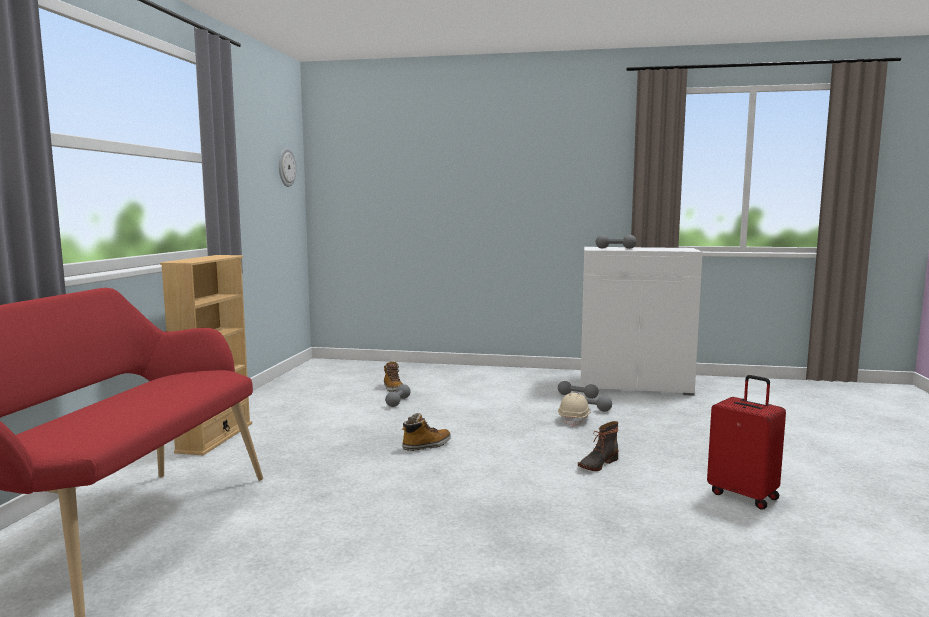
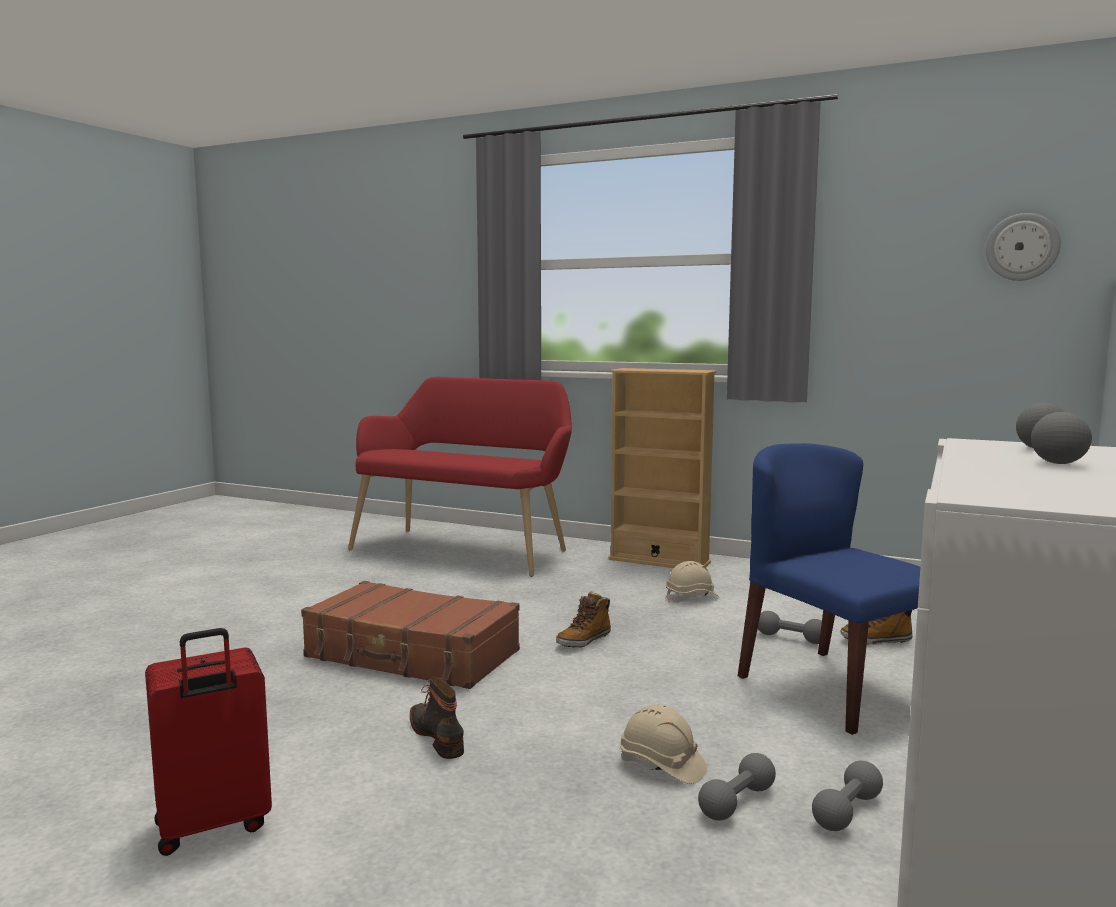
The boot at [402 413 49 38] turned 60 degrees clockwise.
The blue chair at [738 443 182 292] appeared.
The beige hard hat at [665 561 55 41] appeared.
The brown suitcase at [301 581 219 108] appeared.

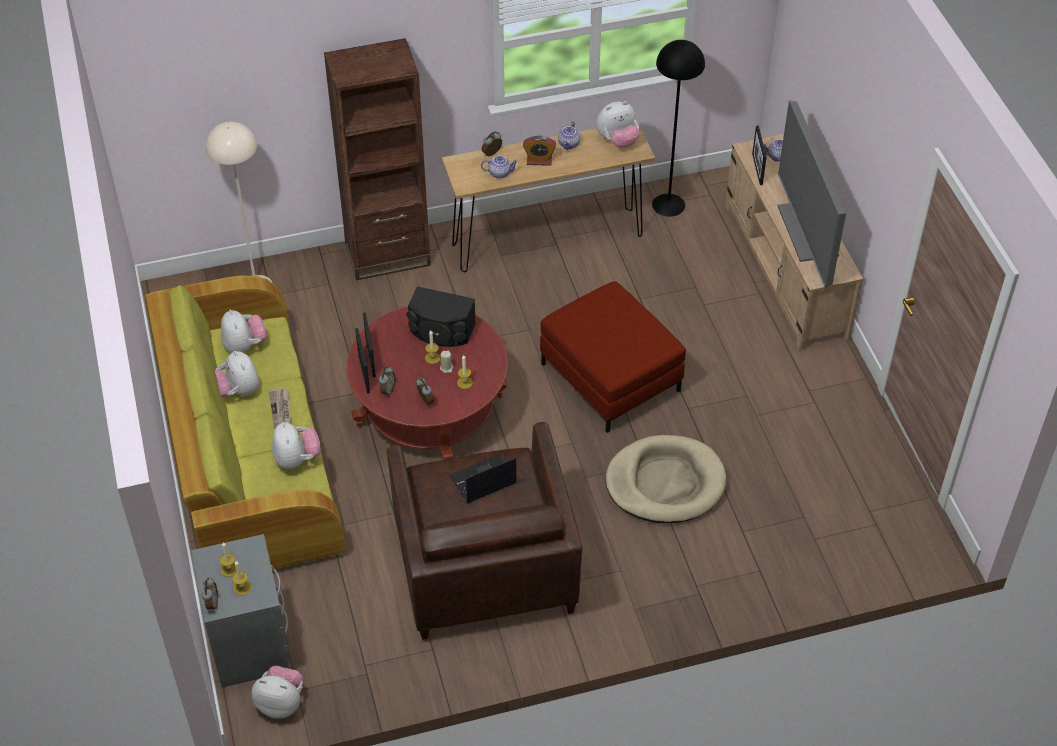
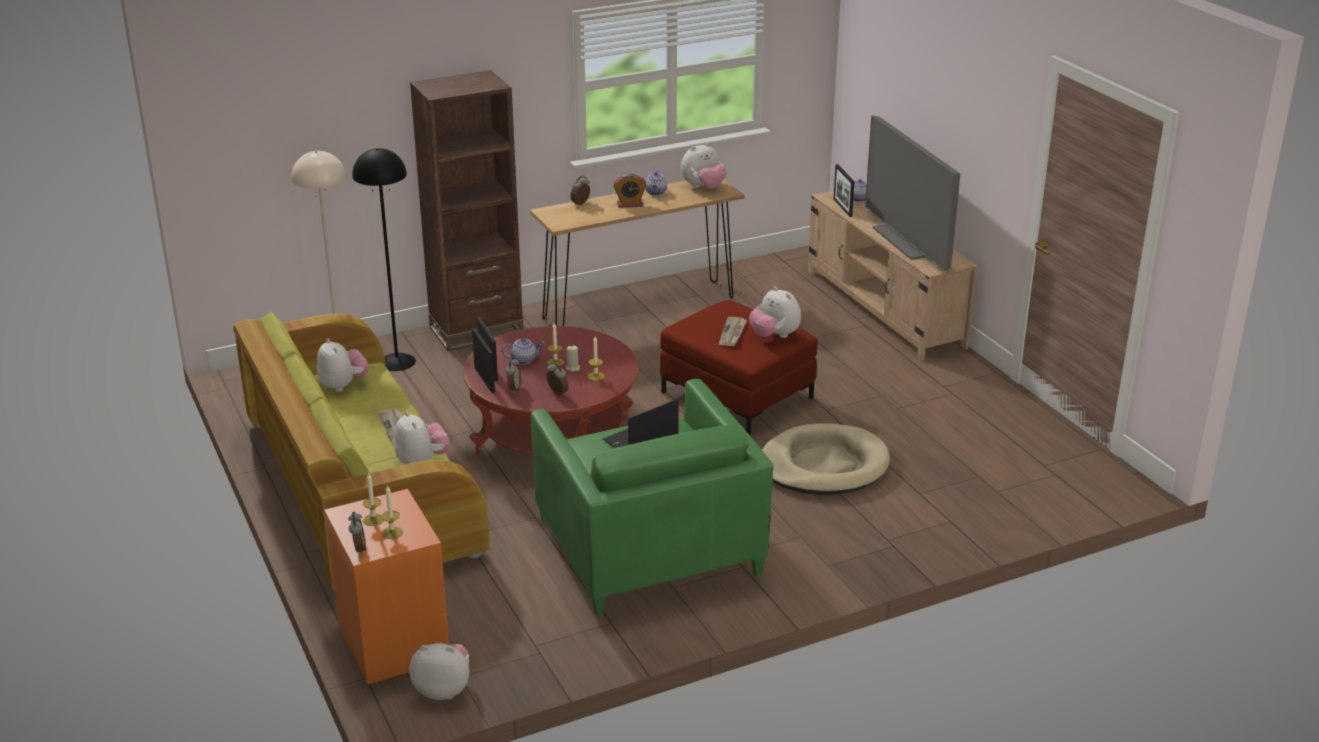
The black floor lamp moved from [652 40 53 177] to [352 148 64 223].
The teapot moved from [481 155 38 24] to [502 338 43 27].
The black speaker at [407 286 69 61] disappeared.
The plush toy moved from [215 351 44 46] to [749 286 52 52].
The brown armchair at [387 422 195 218] became the green armchair at [531 379 242 237].
The grey nightstand at [191 534 100 154] became the orange nightstand at [324 489 125 195].
The newspaper at [719 317 28 29] appeared.

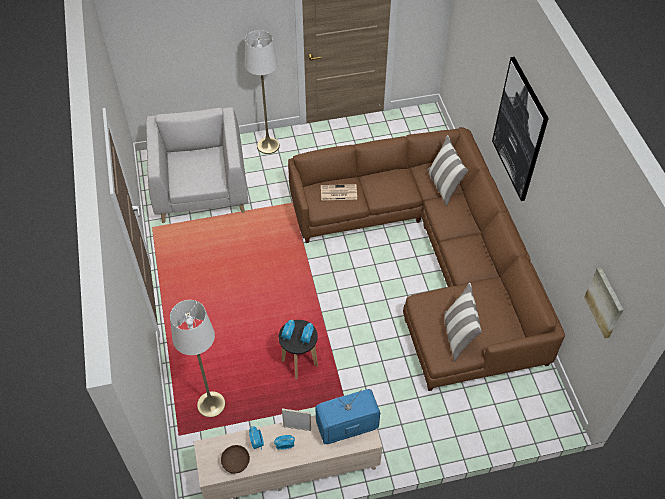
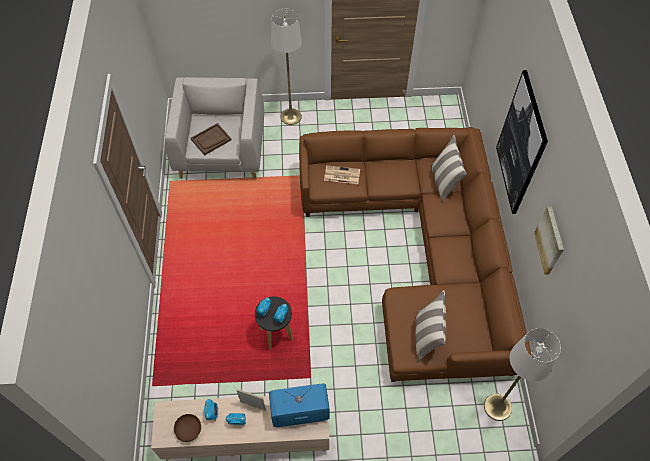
The picture moved from [584 268 40 70] to [534 206 30 69].
The white floor lamp moved from [170 300 55 117] to [484 328 77 93].
The brown tray at [191 123 40 32] appeared.

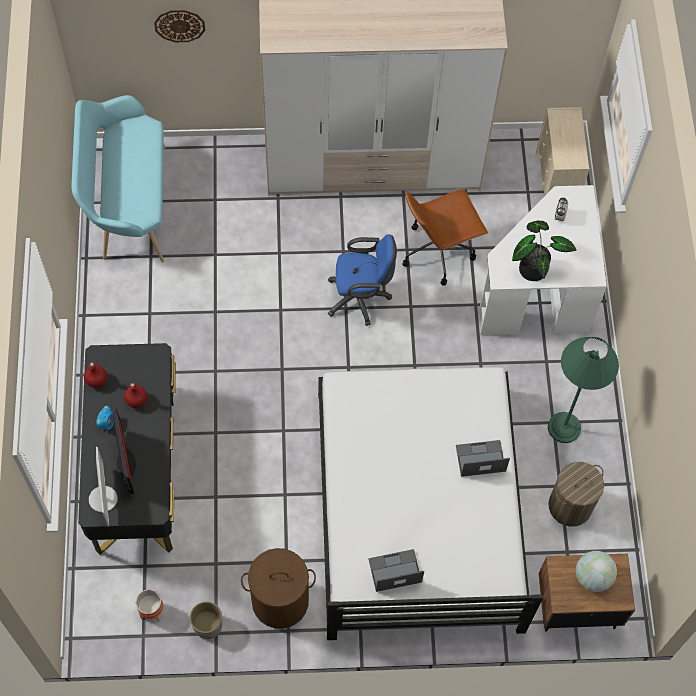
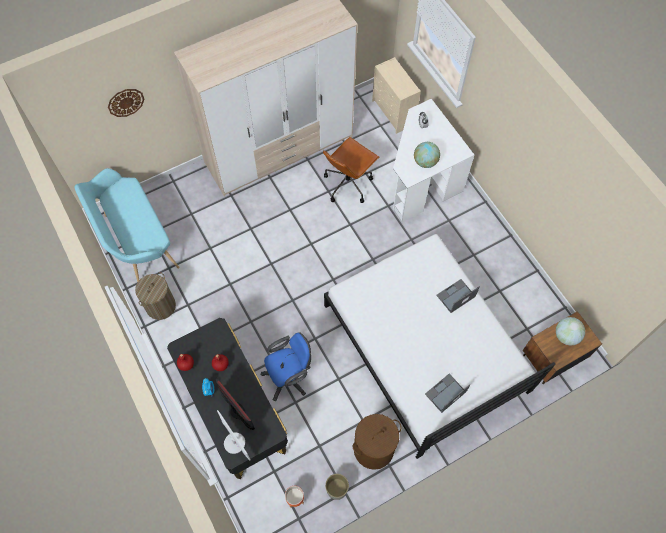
The potted plant at [512 220 64 61] was replaced by the globe at [414 142 26 26].
The blue office chair moved from [328 234 69 92] to [261 332 50 69].
The green floor lamp at [548 337 71 106] disappeared.
The laundry basket moved from [548 462 56 65] to [135 272 41 48].

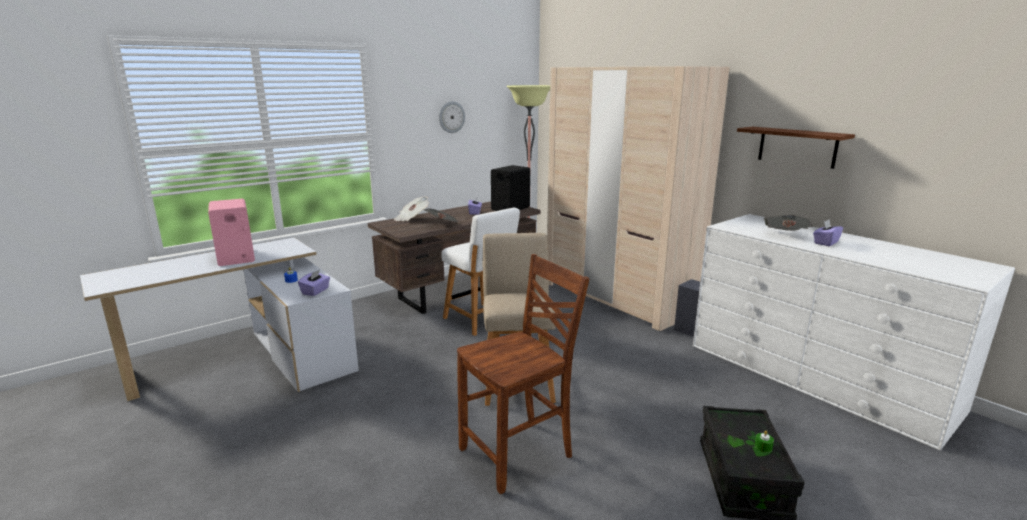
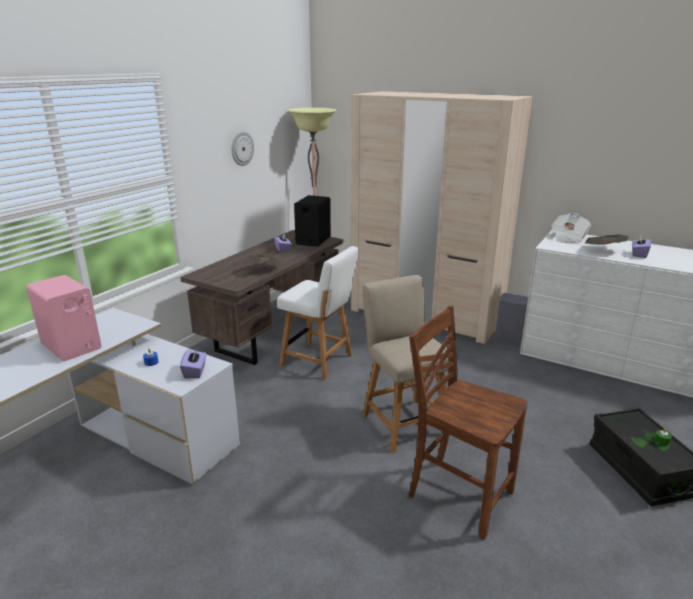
The brown shelf at [737 127 118 42] disappeared.
The newspaper moved from [394 196 35 25] to [551 213 40 30].
The brown chair at [457 254 133 240] turned 90 degrees counterclockwise.

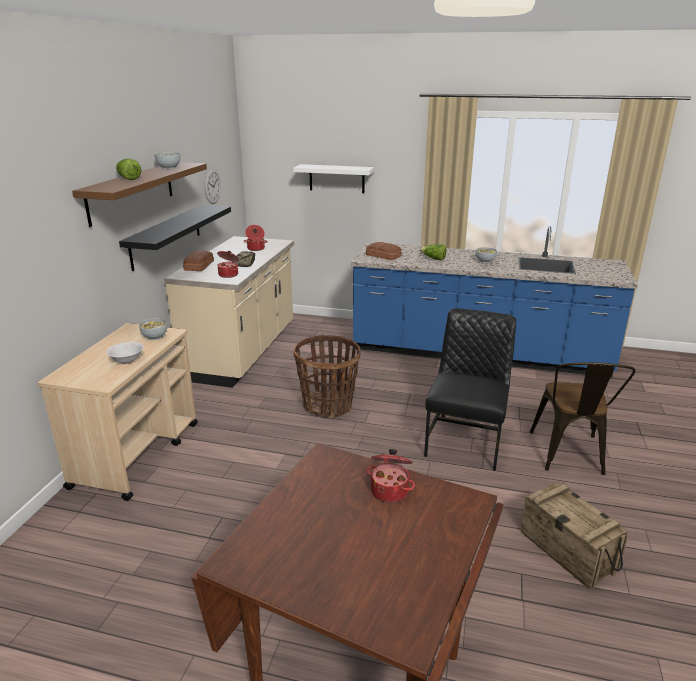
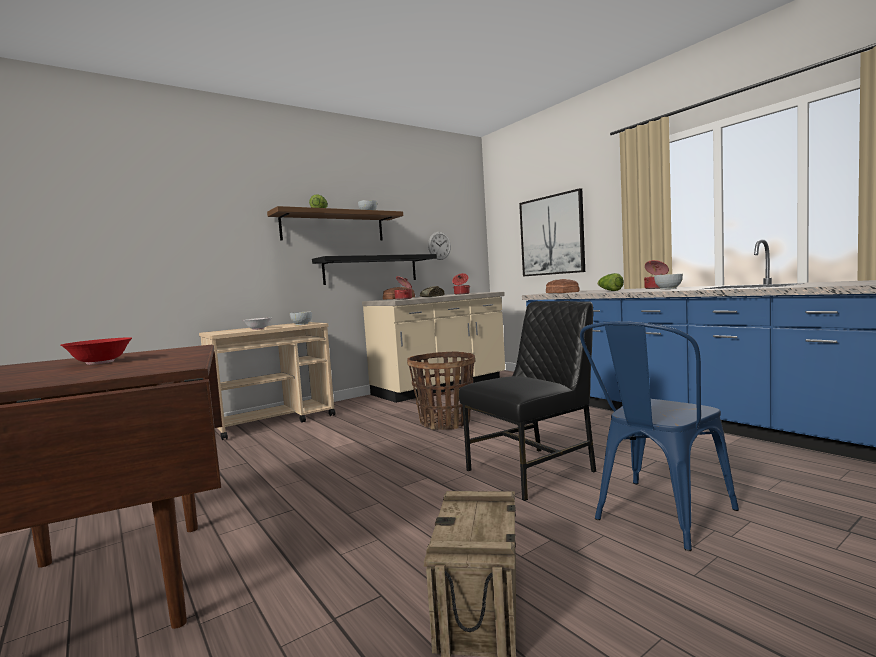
The white shelf at [293 164 81 29] was replaced by the picture at [519 188 66 88].
The brown chair at [530 363 106 112] became the blue chair at [580 321 159 230].
The cooking pot moved from [367 449 48 54] to [644 260 25 29].
The red bowl at [61 337 71 28] appeared.

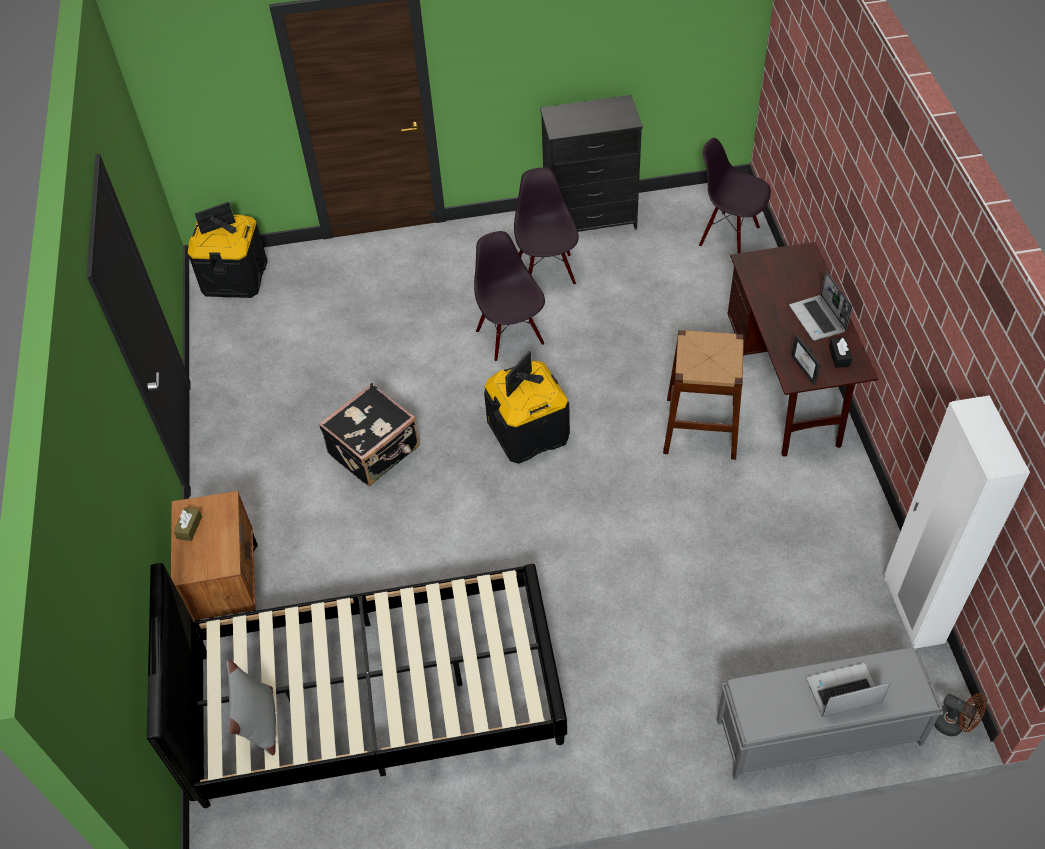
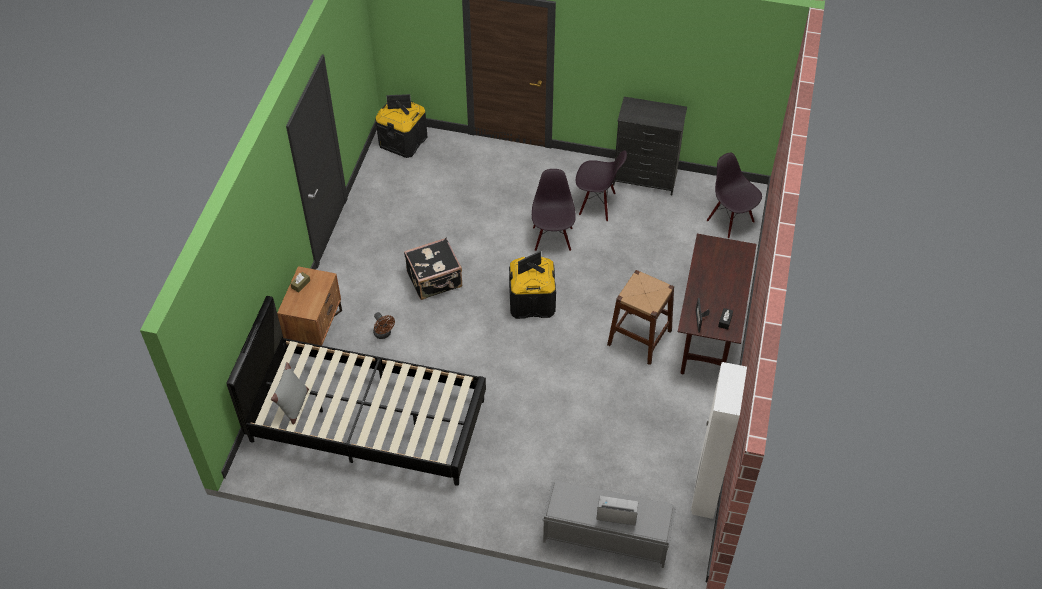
The black chair at [514 167 65 118] turned 90 degrees clockwise.
The laptop at [789 271 63 70] disappeared.
The brown fan moved from [934 693 52 43] to [373 312 22 27].

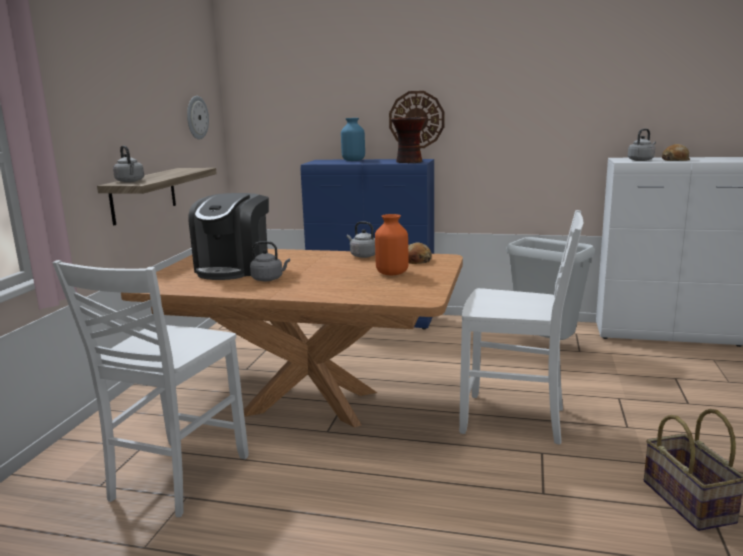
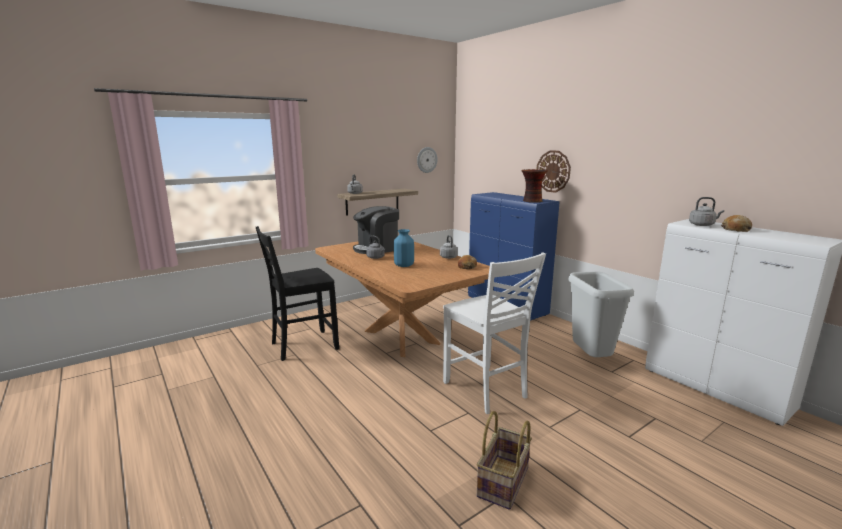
The blue vase moved from [341 118 24 43] to [394 229 20 38].
The orange vase at [375 214 33 61] disappeared.
The white chair at [52 260 197 257] became the black chair at [256 226 83 135].

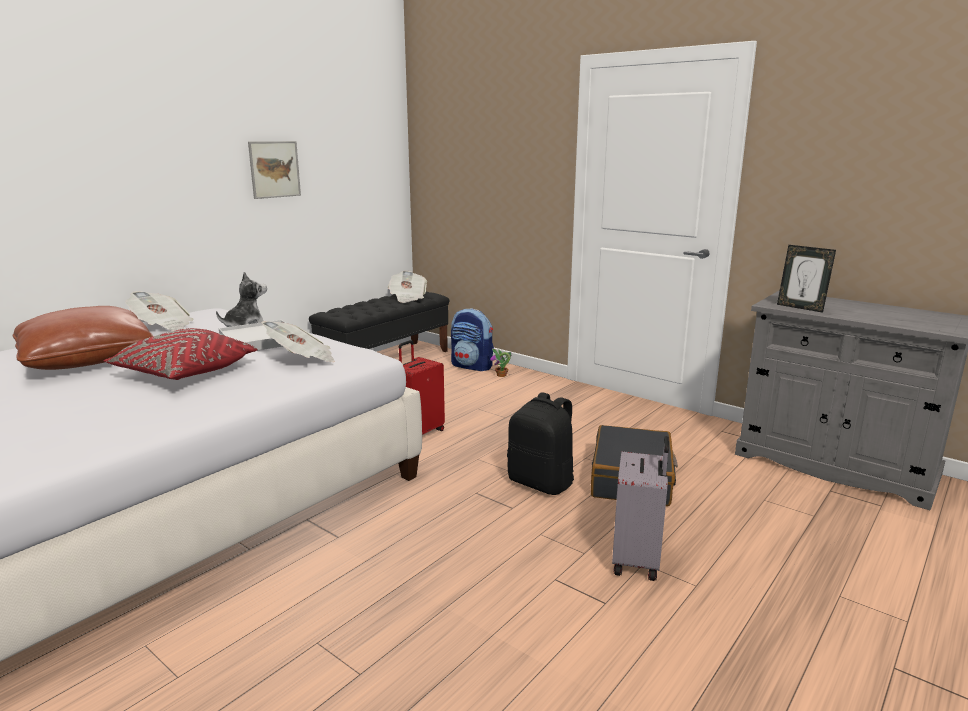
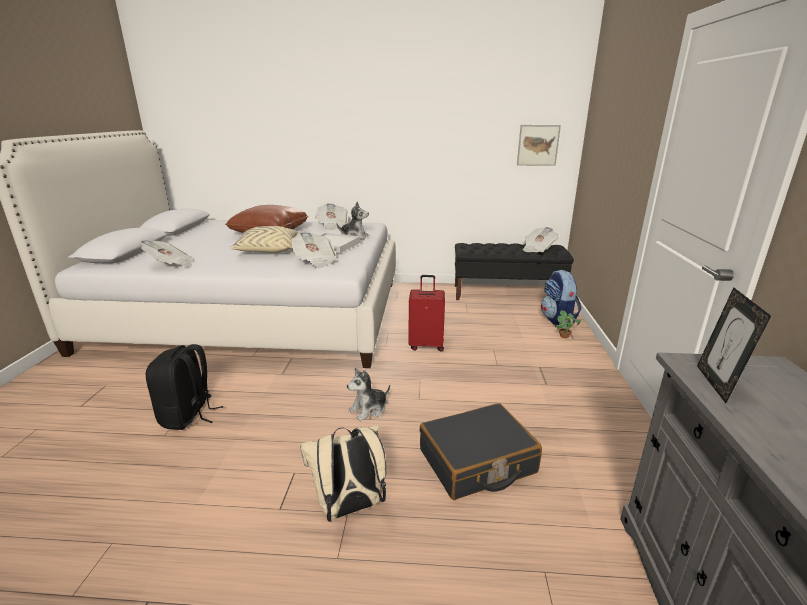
The picture moved from [248 141 53 58] to [517 125 44 41].
The red pillow at [103 328 155 52] became the beige pillow at [230 226 68 27].
The black backpack moved from [507 392 67 103] to [146 344 77 86].
The grey suitcase at [612 436 57 145] was replaced by the beige backpack at [300 425 86 97].
The newspaper at [140 240 52 27] appeared.
The plush toy at [347 368 43 53] appeared.

